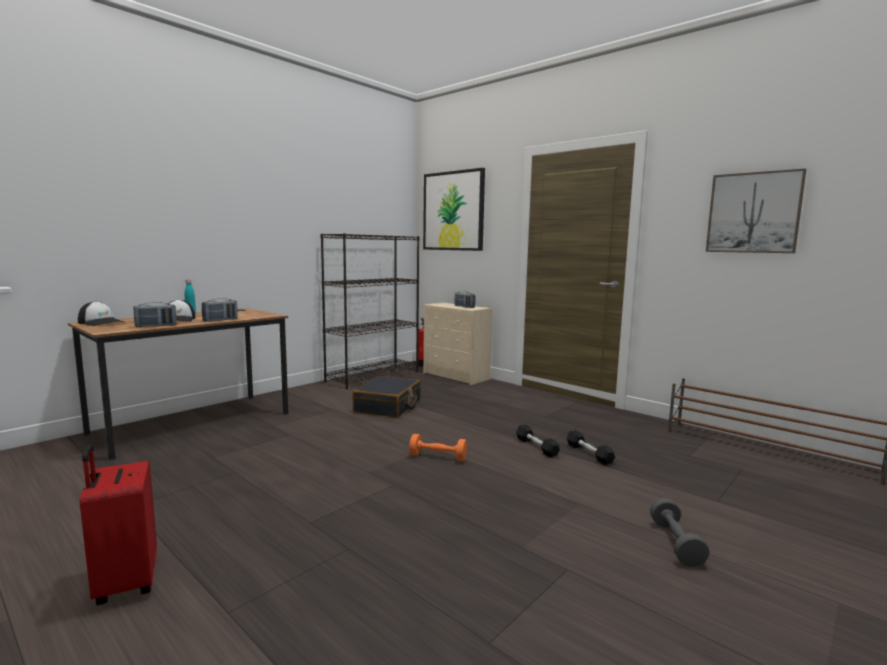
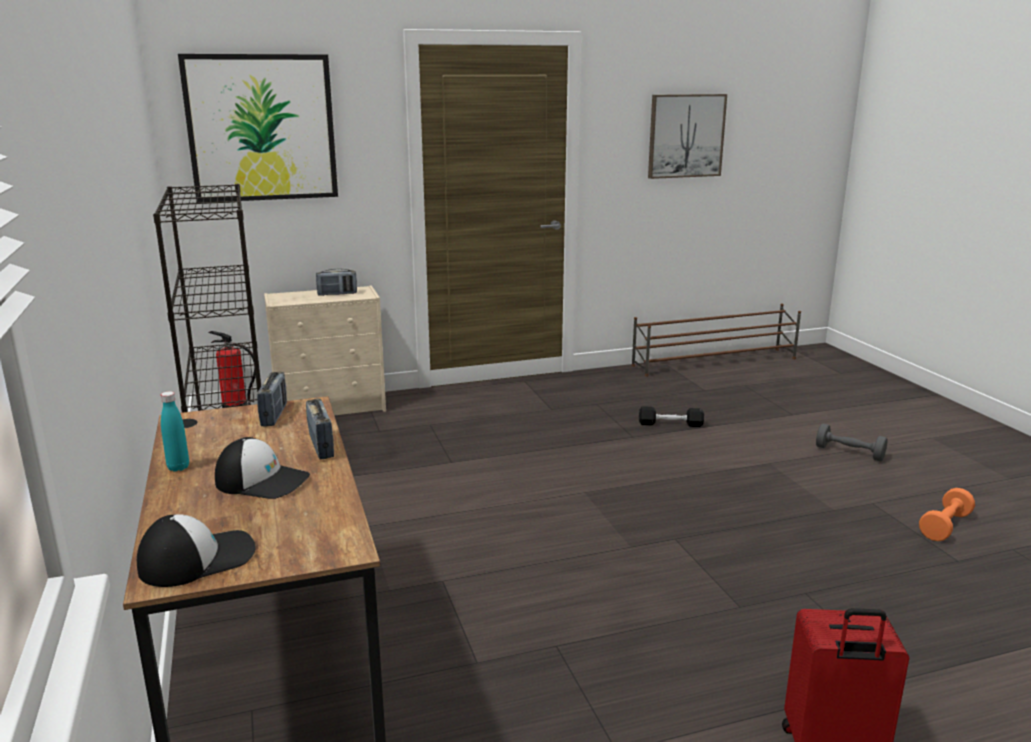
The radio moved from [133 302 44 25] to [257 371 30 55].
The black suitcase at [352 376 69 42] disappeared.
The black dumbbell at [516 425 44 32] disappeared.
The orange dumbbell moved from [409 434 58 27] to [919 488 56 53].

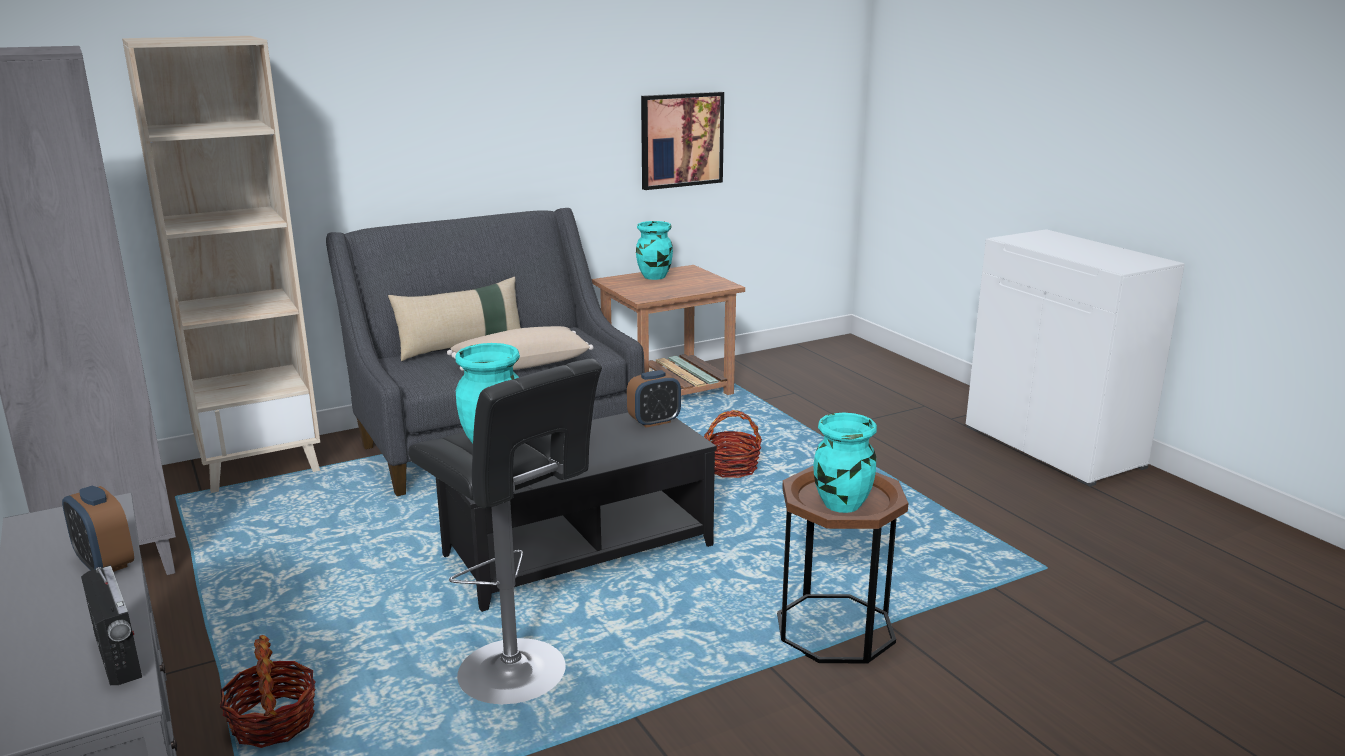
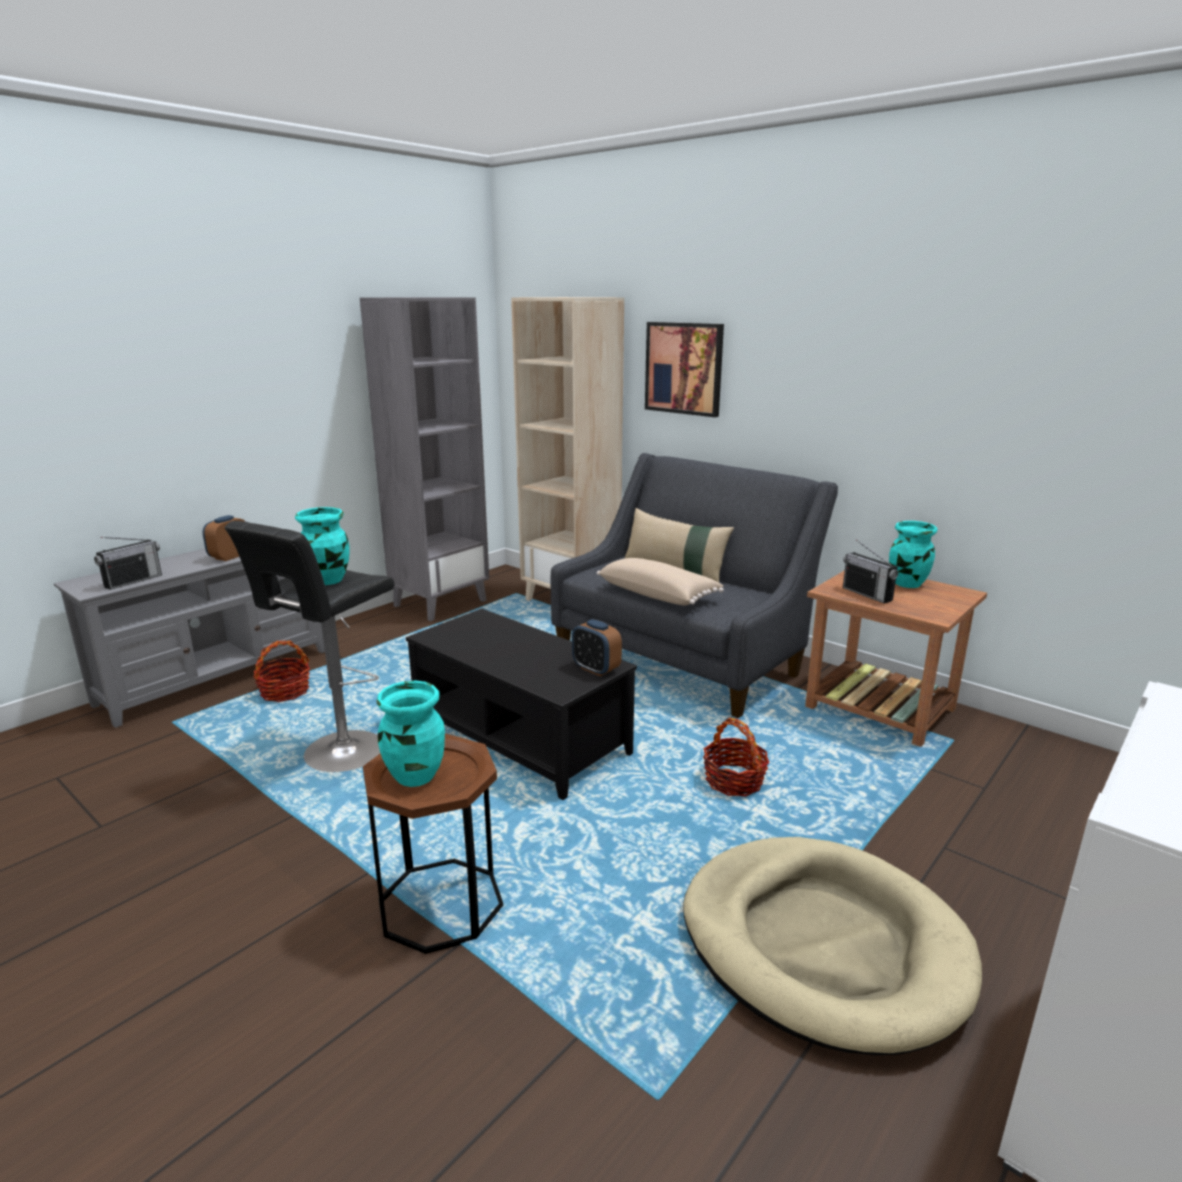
The picture moved from [641 92 83 98] to [645 322 79 95].
The radio at [843 539 55 65] appeared.
The beige dog bed at [683 837 299 218] appeared.

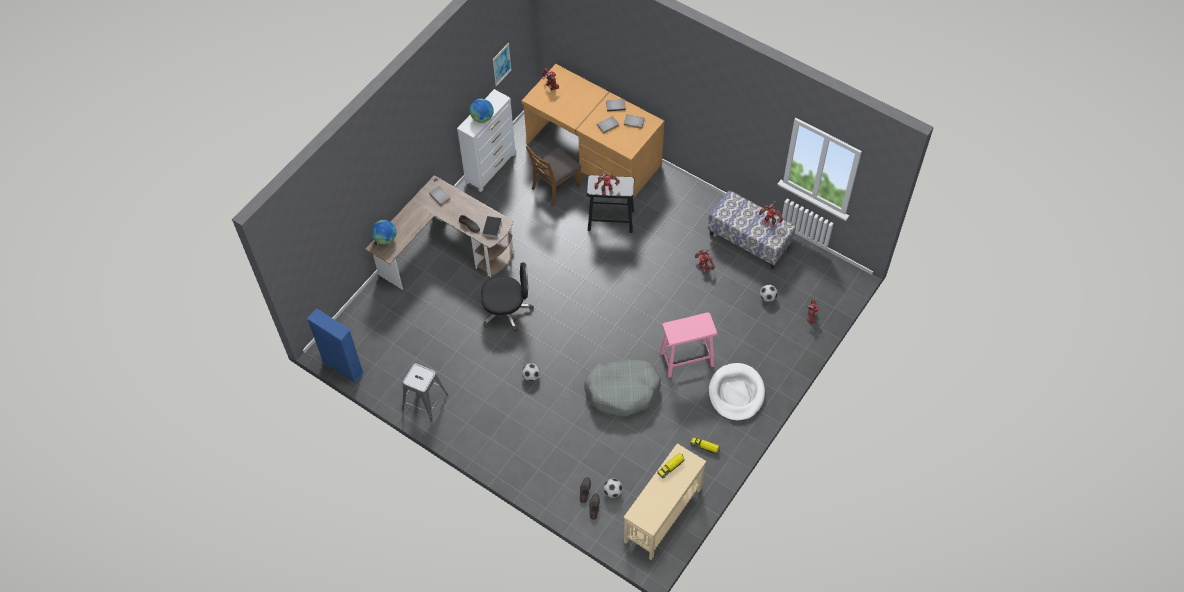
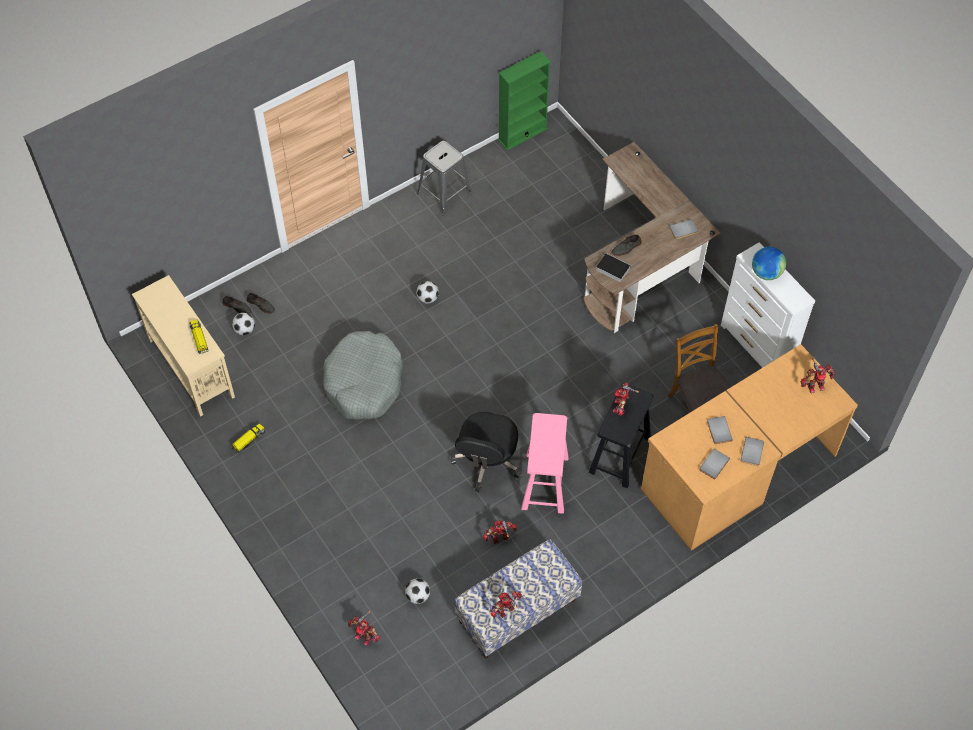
The picture at [492 43 19 43] disappeared.
The globe at [372 220 24 25] disappeared.
The black office chair moved from [481 263 53 69] to [451 412 70 80].
The blue bookcase at [307 308 57 75] became the green bookcase at [498 51 53 99].
The pink stool moved from [660 312 57 66] to [521 413 48 101].
The white dog bed at [709 363 56 58] disappeared.

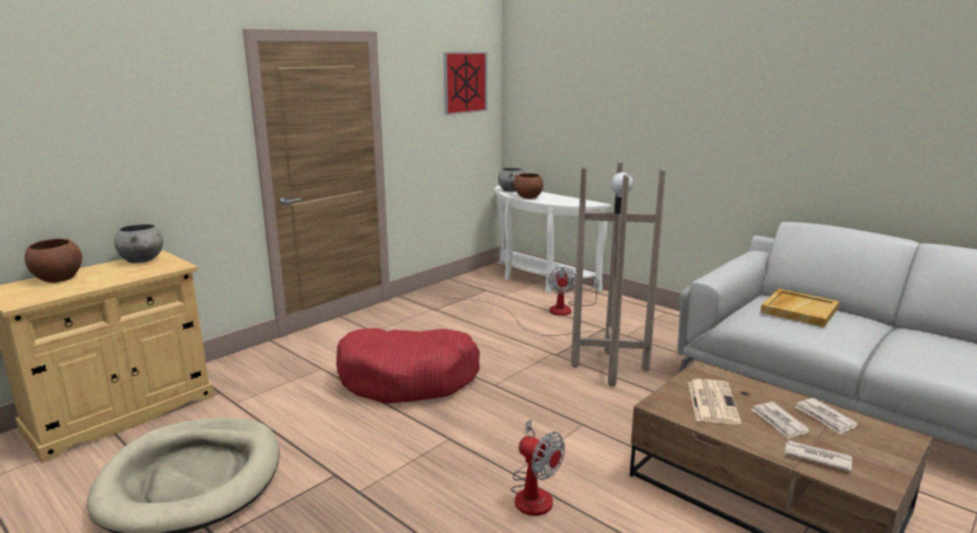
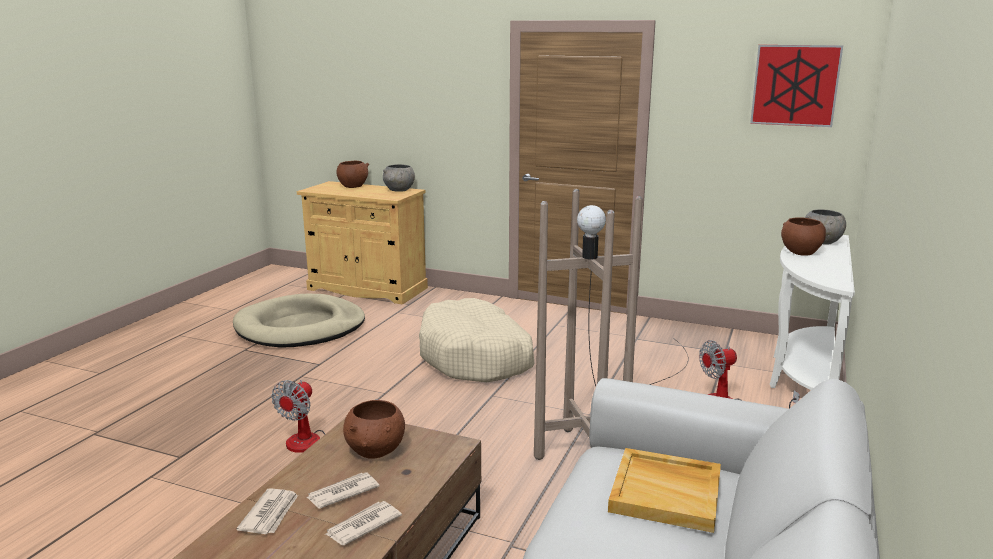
The red dog bed at [336 328 144 76] became the beige dog bed at [419 298 115 84].
The newspaper at [688 379 53 46] was replaced by the brown bowl at [343 400 62 59].

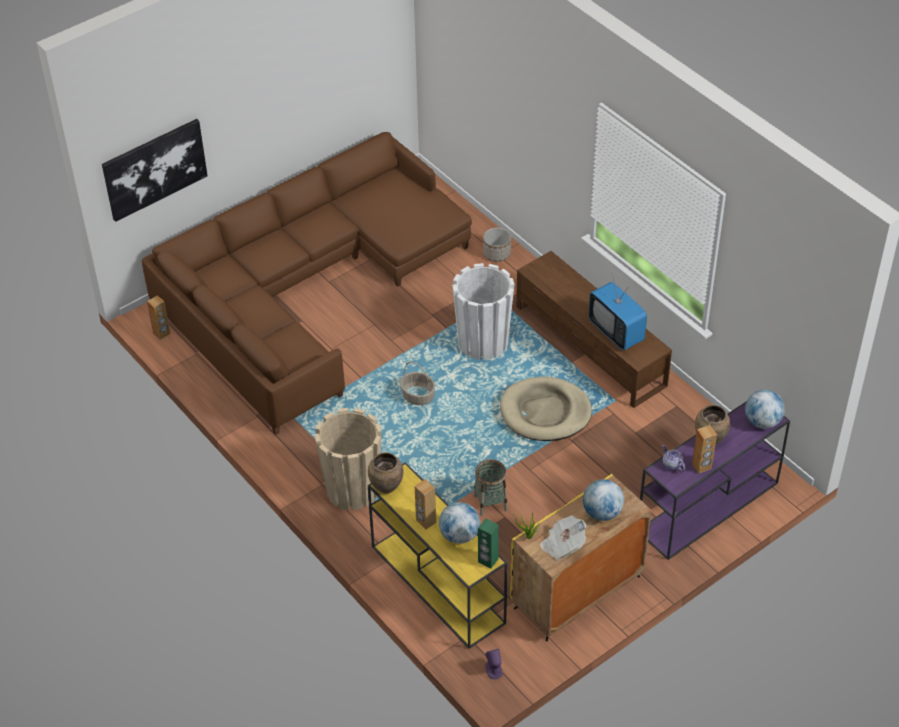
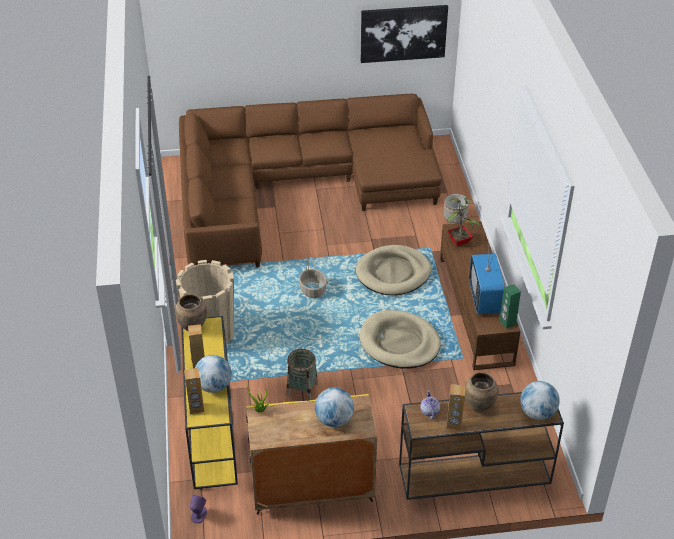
The picture moved from [102 119 106 103] to [361 5 87 58].
The white planter at [452 263 62 97] was replaced by the beige dog bed at [356 245 75 50].
The brown speaker moved from [147 296 24 44] to [184 368 20 46].
The purple console table at [640 401 150 159] became the brown console table at [399 392 165 108].
The newspaper at [540 516 47 44] disappeared.
The green speaker moved from [478 518 21 50] to [500 284 21 44].
The potted plant at [447 197 33 49] appeared.

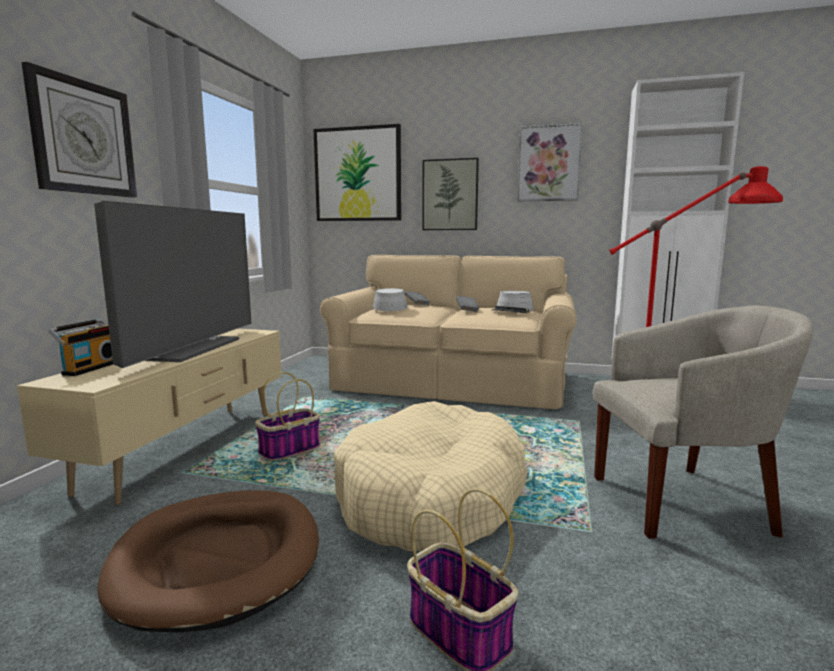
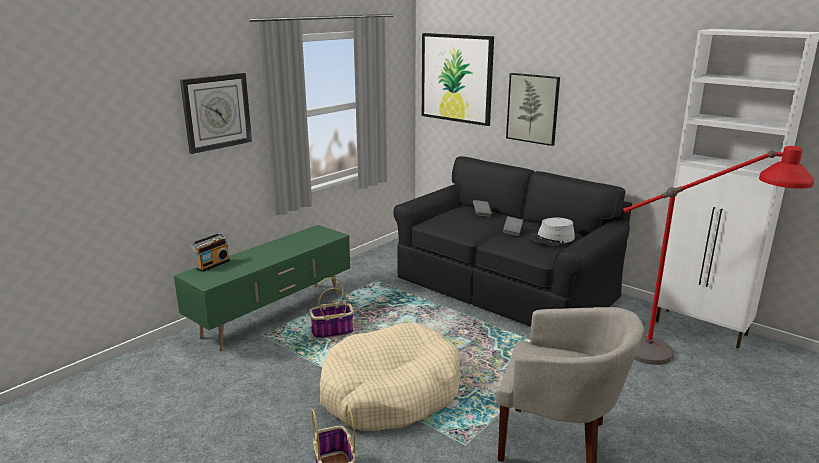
The picture at [517 123 66 79] disappeared.
The television at [94 201 158 167] disappeared.
The beige sofa at [320 255 257 154] became the black sofa at [393 156 239 171].
The grey hat at [373 288 35 23] disappeared.
The beige tv stand at [17 329 265 176] became the green tv stand at [174 225 176 125].
The brown dog bed at [97 491 222 142] disappeared.

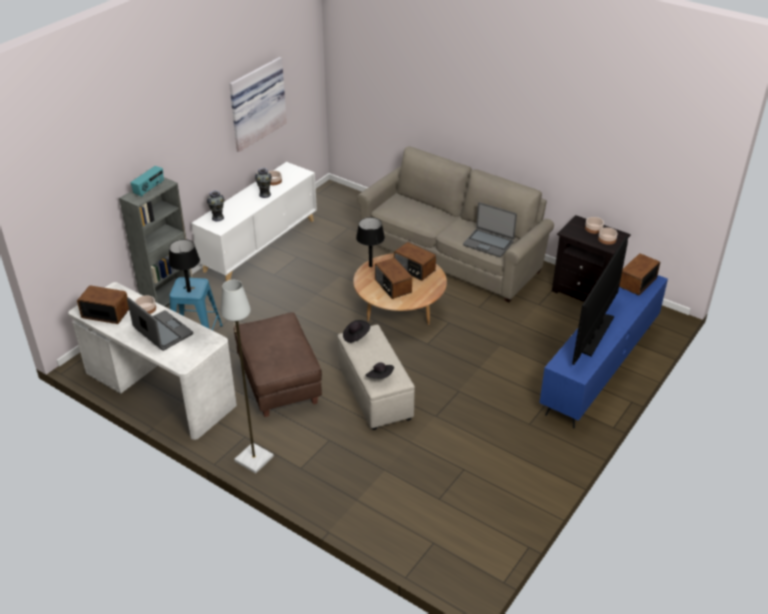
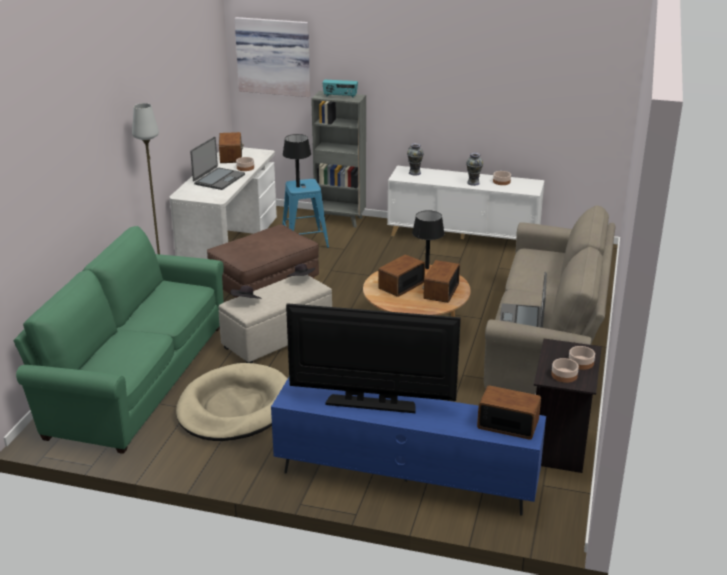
The picture moved from [229 57 58 95] to [235 17 75 80].
The green sofa at [14 226 210 228] appeared.
The beige dog bed at [176 363 112 78] appeared.

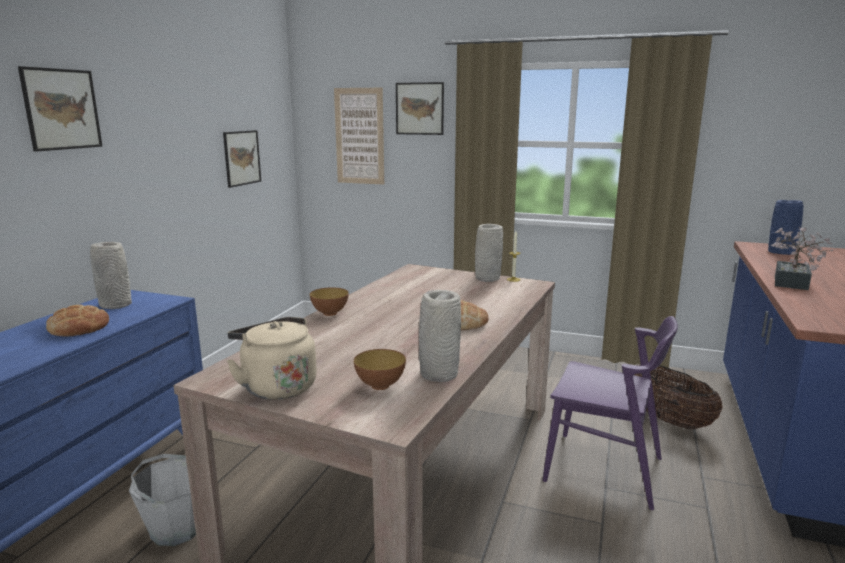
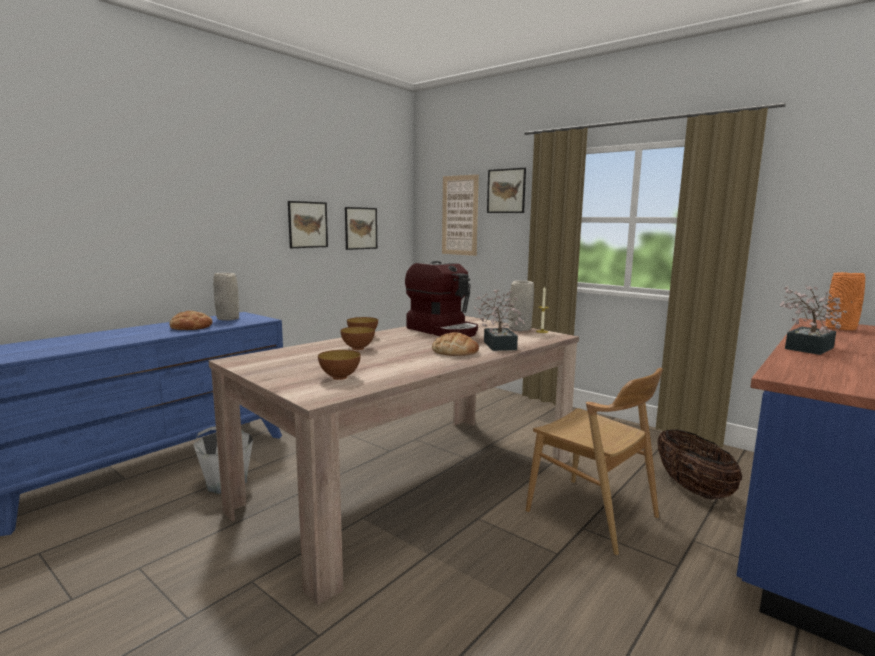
The picture moved from [18 66 84 86] to [288 201 40 47].
The blue vase at [768 200 36 55] became the orange vase at [825 272 40 58].
The grey vase at [419 290 42 92] disappeared.
The purple chair at [543 316 135 194] became the brown chair at [525 368 138 187].
The beige kettle at [227 317 90 83] disappeared.
The coffee machine at [405 261 73 76] appeared.
The potted plant at [474 289 51 62] appeared.
The bowl at [340 327 35 23] appeared.

